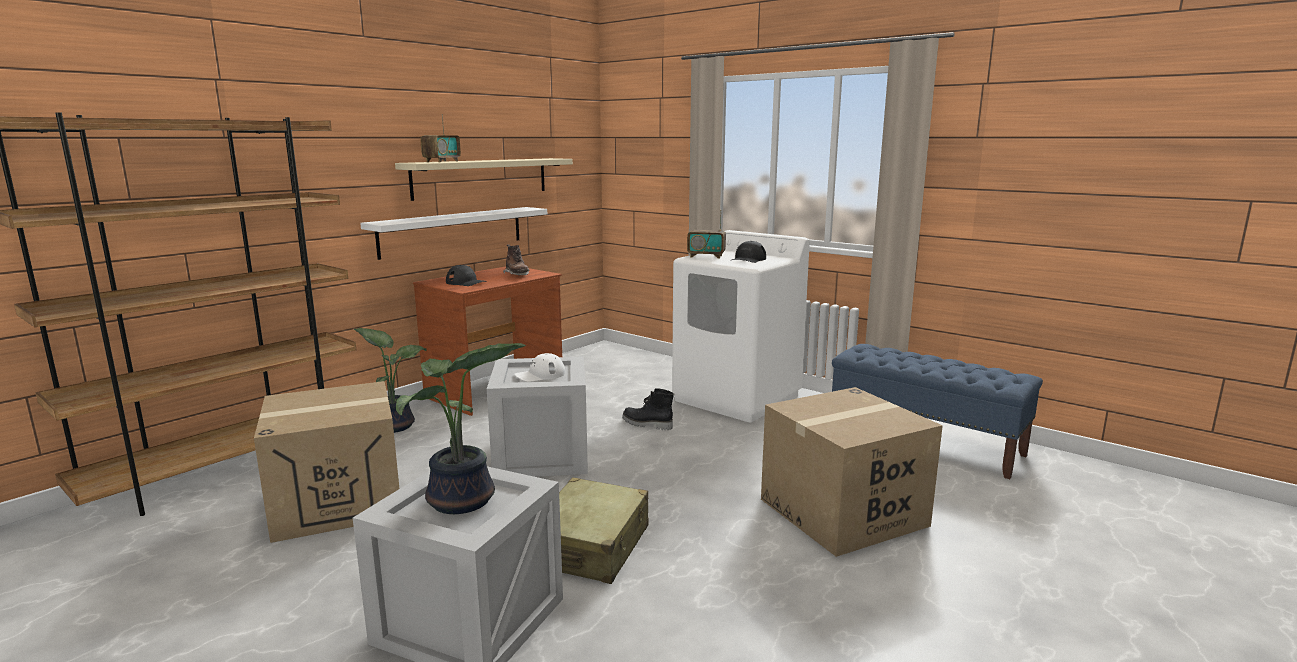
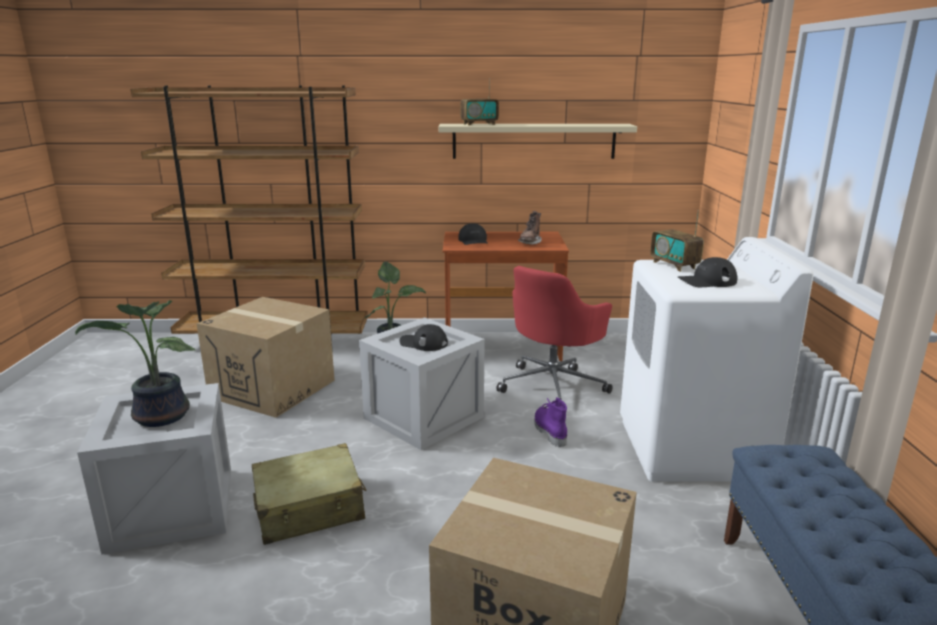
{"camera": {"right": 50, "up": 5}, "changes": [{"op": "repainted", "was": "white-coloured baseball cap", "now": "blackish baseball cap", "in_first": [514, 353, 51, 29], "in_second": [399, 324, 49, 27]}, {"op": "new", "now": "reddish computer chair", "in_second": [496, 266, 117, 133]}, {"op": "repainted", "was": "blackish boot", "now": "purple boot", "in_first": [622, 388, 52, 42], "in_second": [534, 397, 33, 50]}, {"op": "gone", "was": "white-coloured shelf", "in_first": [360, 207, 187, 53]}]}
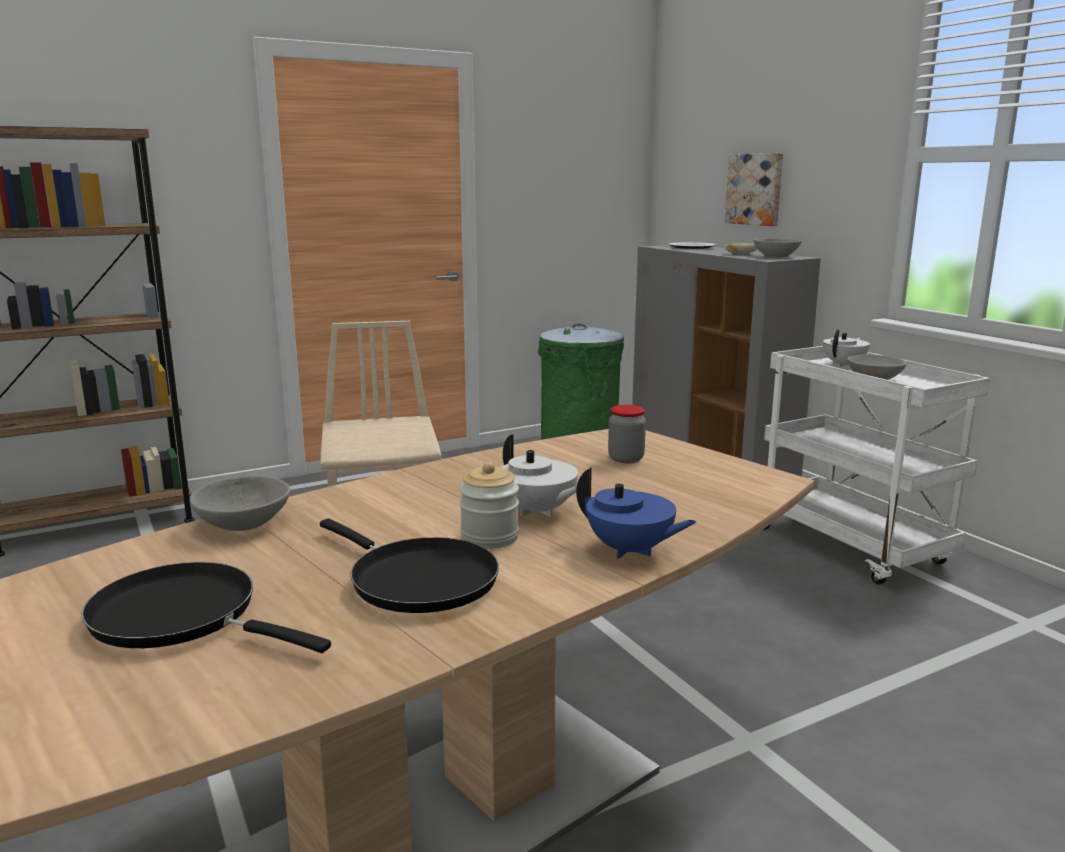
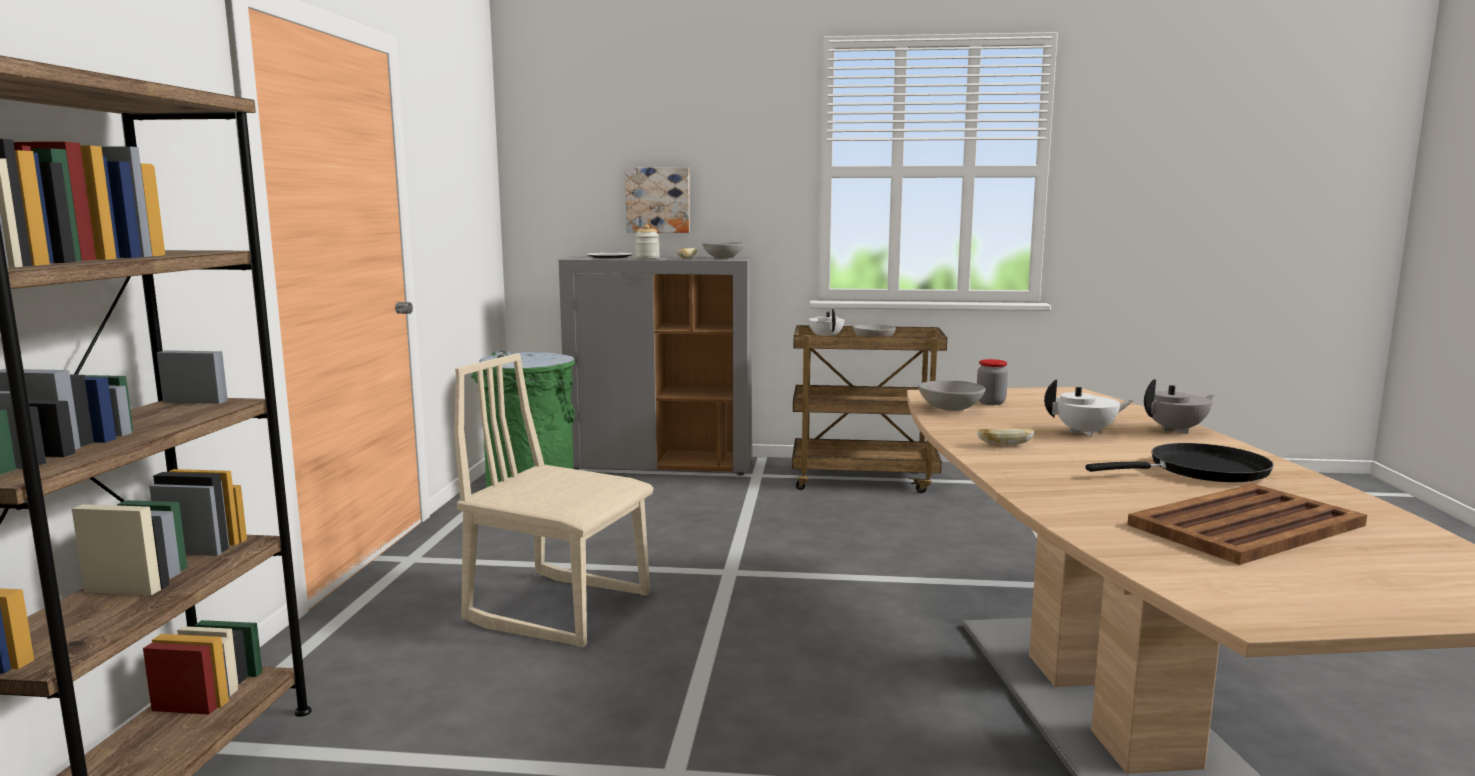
{"camera": {"right": -55, "up": -5}, "changes": [{"op": "shifted", "was": "preserve jar", "in_first": [459, 462, 60, 87], "in_second": [635, 225, 25, 34]}, {"op": "repainted", "was": "white-coloured cart", "now": "brownish cart", "in_first": [763, 346, 227, 239], "in_second": [792, 325, 155, 168]}, {"op": "shifted", "was": "grey deep dish", "in_first": [190, 476, 101, 55], "in_second": [918, 381, 67, 30]}, {"op": "new", "now": "bread", "in_second": [977, 428, 57, 18]}, {"op": "swapped", "was": "blackish skillet", "now": "brownish serving tray", "in_first": [82, 562, 249, 91], "in_second": [1127, 484, 240, 81]}, {"op": "repainted", "was": "blue-coloured tea pot", "now": "grey tea pot", "in_first": [576, 467, 121, 92], "in_second": [1144, 379, 70, 55]}]}
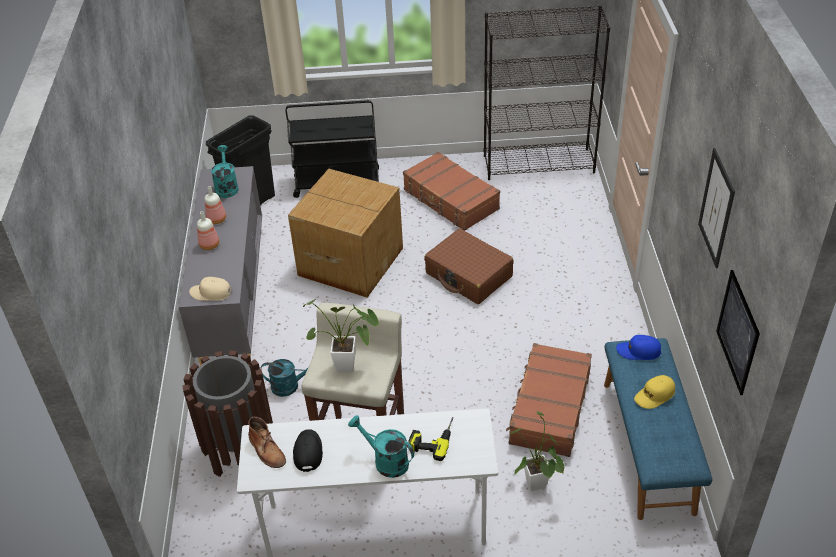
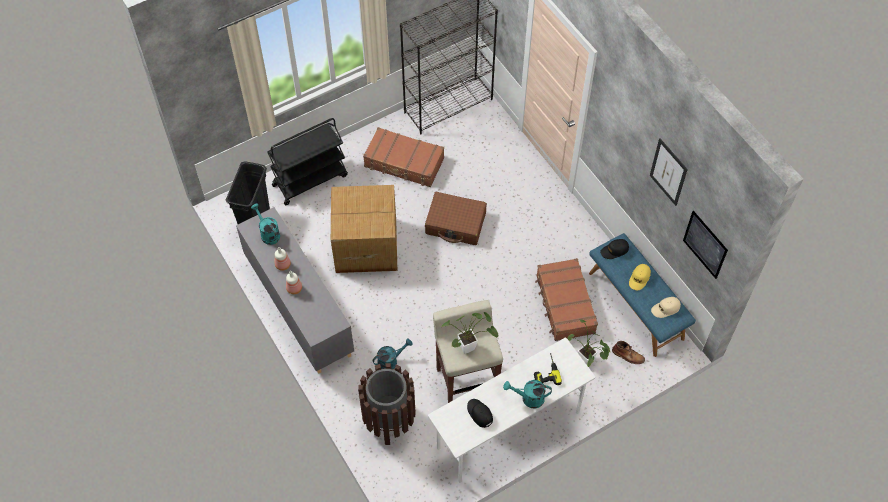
{"camera": {"right": -30, "up": 15}, "changes": [{"op": "repainted", "was": "blue-coloured baseball cap", "now": "blackish baseball cap", "in_first": [616, 335, 45, 25], "in_second": [600, 239, 29, 20]}, {"op": "shifted", "was": "brownish boot", "in_first": [248, 417, 38, 51], "in_second": [612, 341, 33, 23]}, {"op": "shifted", "was": "beige baseball cap", "in_first": [189, 277, 42, 24], "in_second": [651, 297, 30, 21]}]}
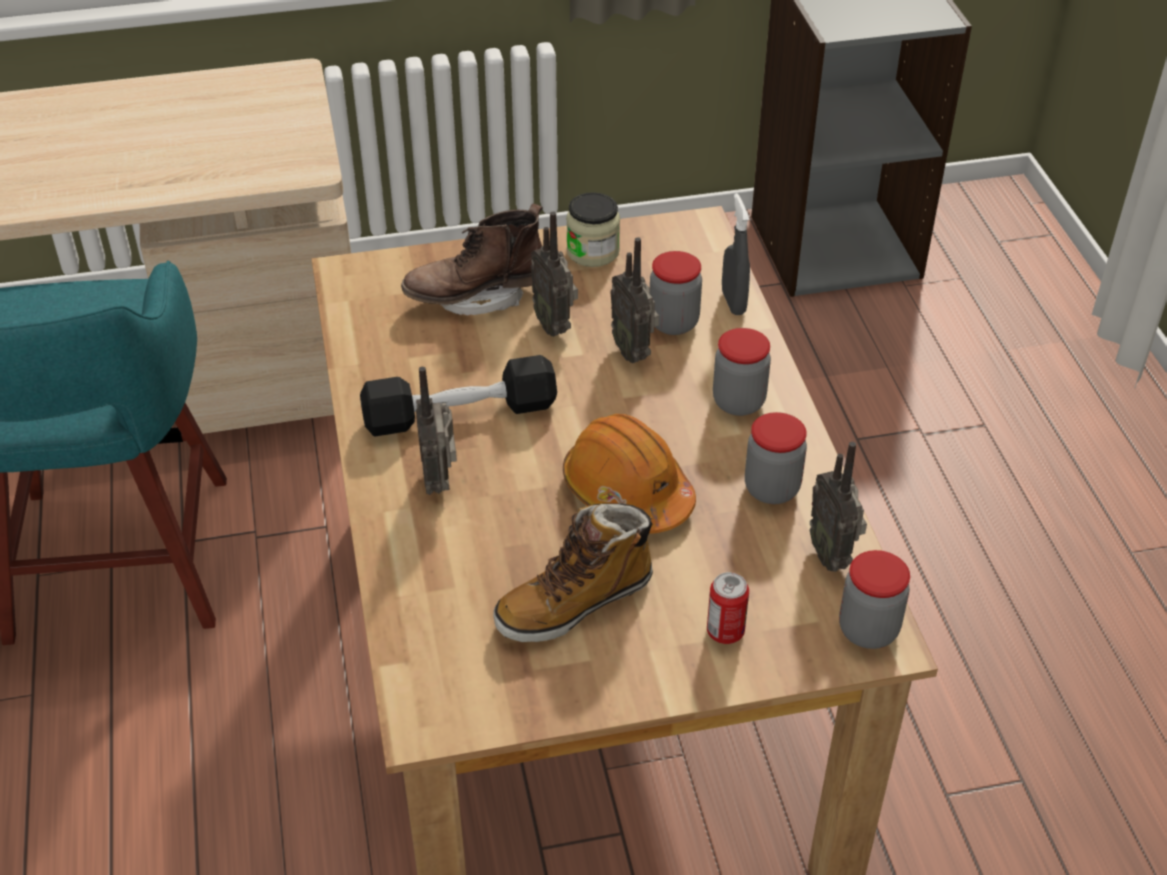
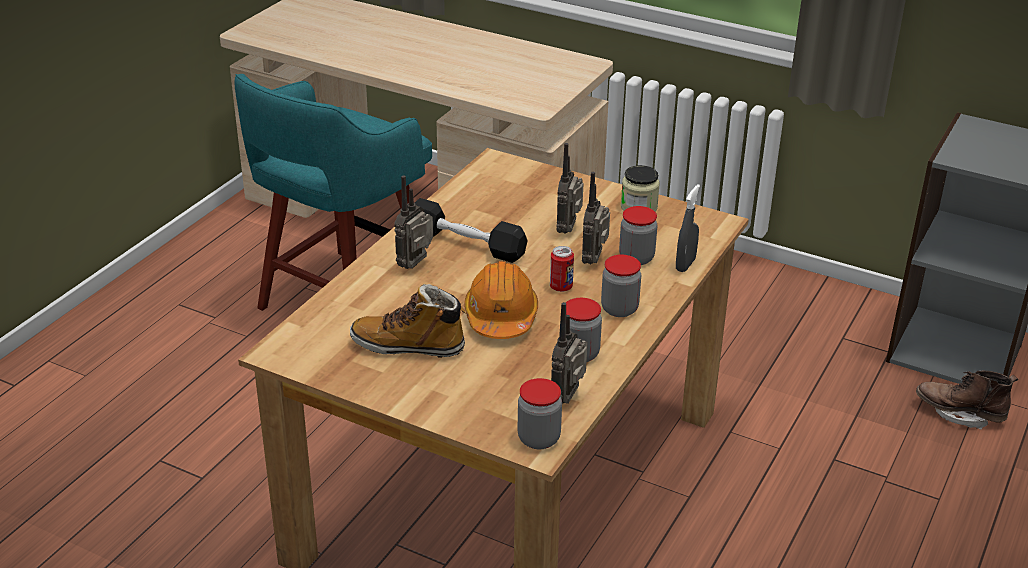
{"camera": {"right": 40, "up": -10}, "changes": [{"op": "shifted", "was": "metal can", "in_first": [707, 572, 42, 72], "in_second": [550, 246, 24, 46]}, {"op": "shifted", "was": "brownish boot", "in_first": [401, 203, 142, 113], "in_second": [916, 371, 102, 59]}]}
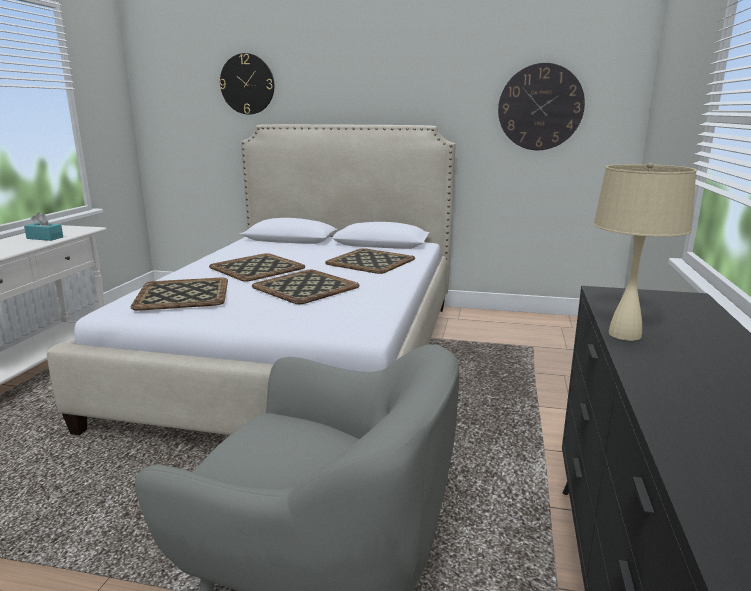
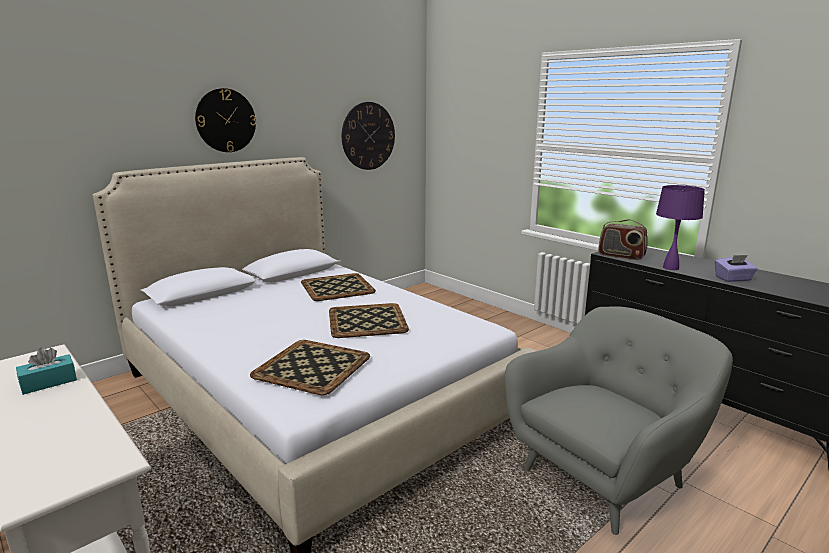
{"camera": {"right": -55, "up": 0}, "changes": [{"op": "shifted", "was": "hanging clock", "in_first": [219, 53, 55, 62], "in_second": [195, 88, 61, 64]}, {"op": "new", "now": "radio", "in_second": [598, 219, 50, 41]}, {"op": "repainted", "was": "beige lamp for a table", "now": "purple lamp for a table", "in_first": [593, 163, 104, 178], "in_second": [656, 185, 49, 85]}, {"op": "new", "now": "purple tissue holder", "in_second": [715, 255, 43, 27]}, {"op": "gone", "was": "serving tray", "in_first": [209, 253, 96, 29]}]}
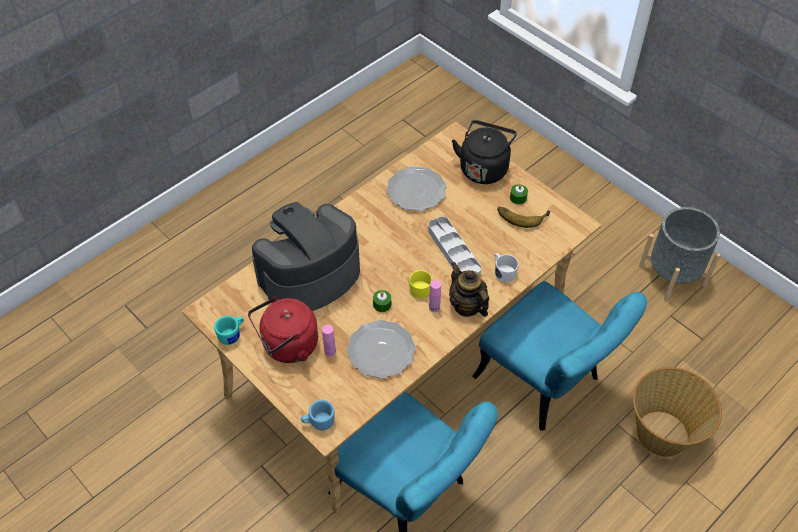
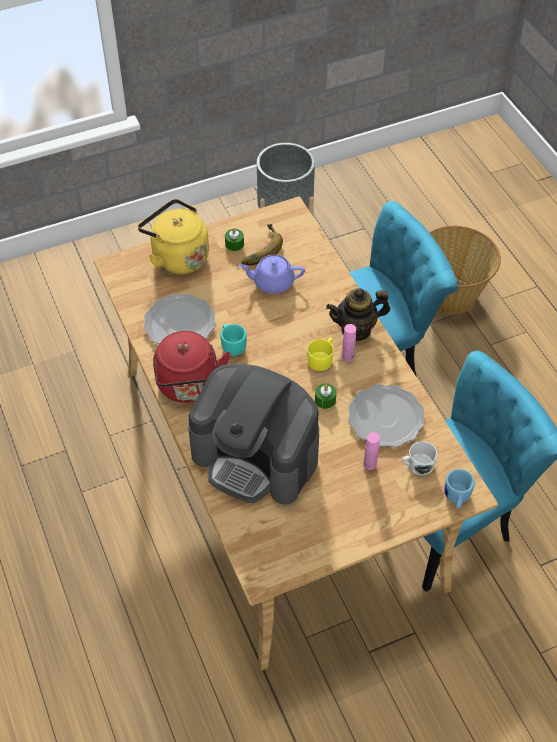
{"camera": {"right": -70, "up": 0}, "changes": [{"op": "repainted", "was": "blackish tea kettle", "now": "yellowish tea kettle", "in_first": [452, 120, 65, 64], "in_second": [138, 199, 71, 76]}, {"op": "shifted", "was": "reddish tea kettle", "in_first": [248, 297, 70, 66], "in_second": [153, 331, 77, 72]}, {"op": "rotated", "was": "coffee brewer", "in_first": [252, 202, 108, 109], "in_second": [188, 364, 131, 141], "clockwise": -45}, {"op": "shifted", "was": "turquoise-coloured coffee mug", "in_first": [214, 316, 30, 29], "in_second": [220, 324, 27, 32]}, {"op": "new", "now": "purple tea pot", "in_second": [238, 255, 67, 39]}, {"op": "shifted", "was": "white-coloured coffee mug", "in_first": [495, 253, 24, 29], "in_second": [402, 441, 35, 34]}, {"op": "gone", "was": "grey serving tray", "in_first": [428, 216, 53, 59]}]}
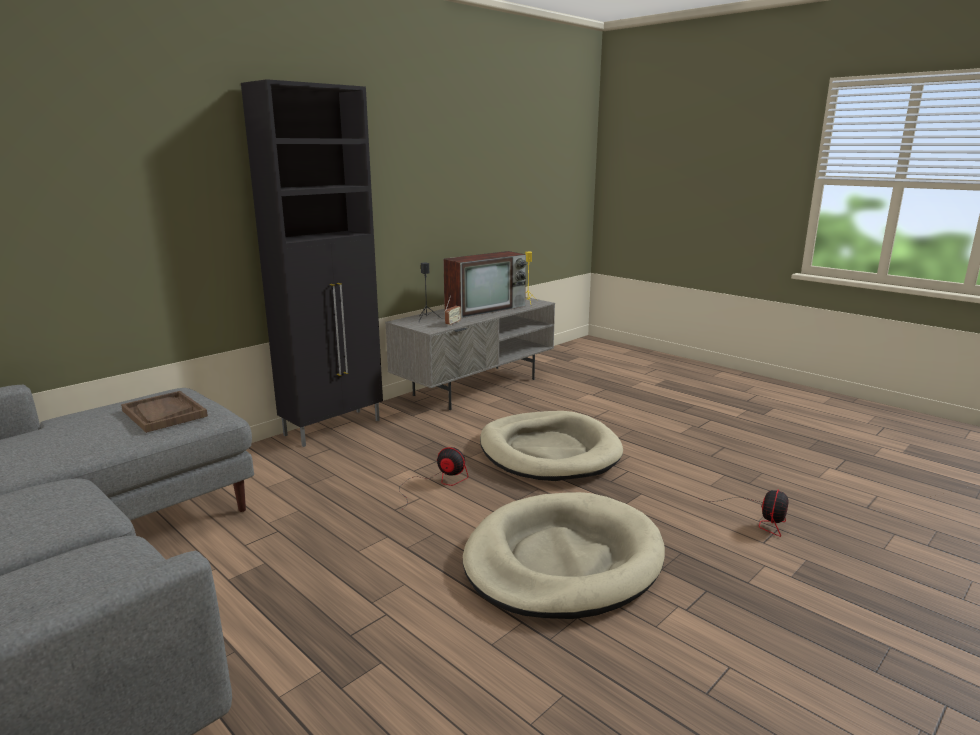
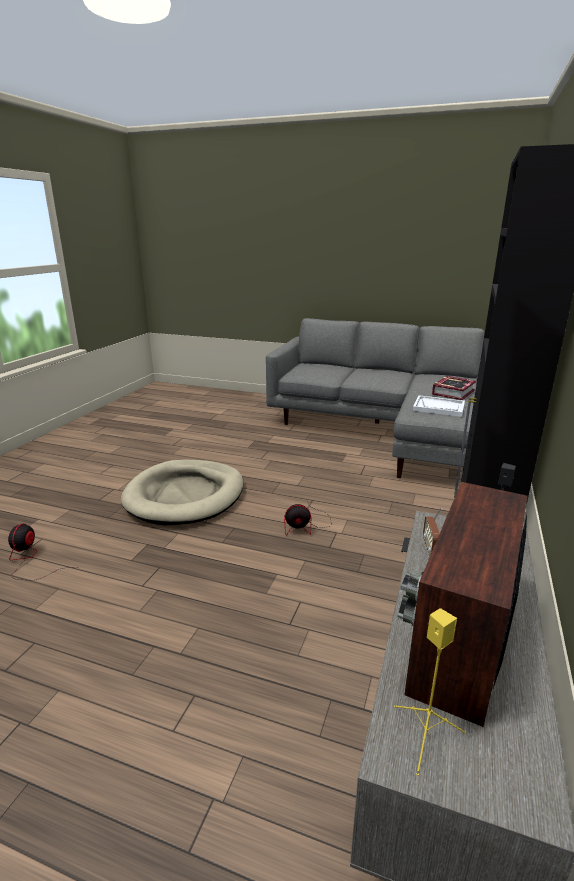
{"camera": {"right": 155, "up": 5}, "changes": [{"op": "repainted", "was": "brownish serving tray", "now": "white-coloured serving tray", "in_first": [121, 391, 87, 42], "in_second": [413, 395, 52, 22]}, {"op": "new", "now": "book", "in_second": [432, 376, 44, 24]}, {"op": "gone", "was": "beige dog cushion", "in_first": [480, 411, 143, 70]}]}
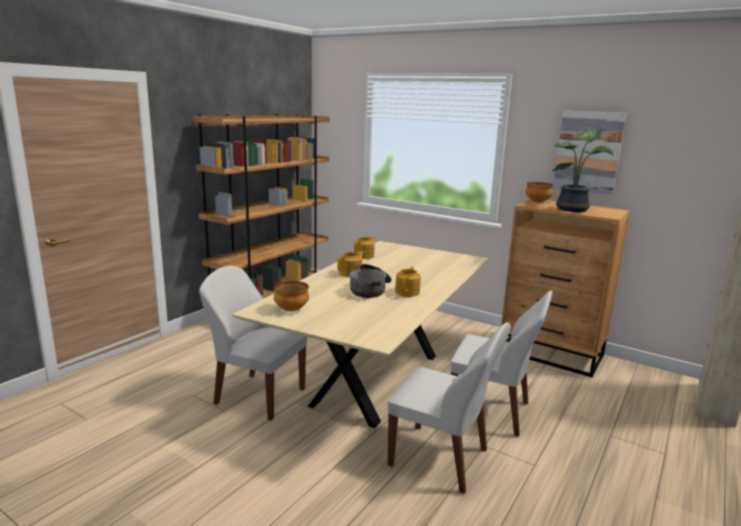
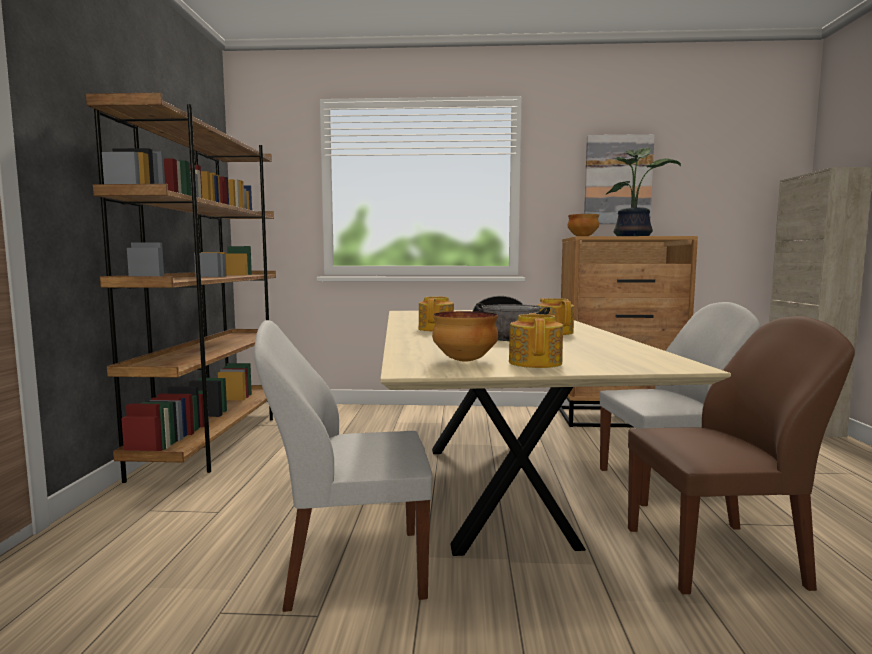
{"camera": {"right": -30, "up": -10}, "changes": [{"op": "shifted", "was": "tea pot", "in_first": [354, 236, 21, 23], "in_second": [509, 313, 54, 55]}, {"op": "repainted", "was": "white-coloured chair", "now": "brownish chair", "in_first": [388, 322, 123, 172], "in_second": [628, 316, 227, 278]}]}
